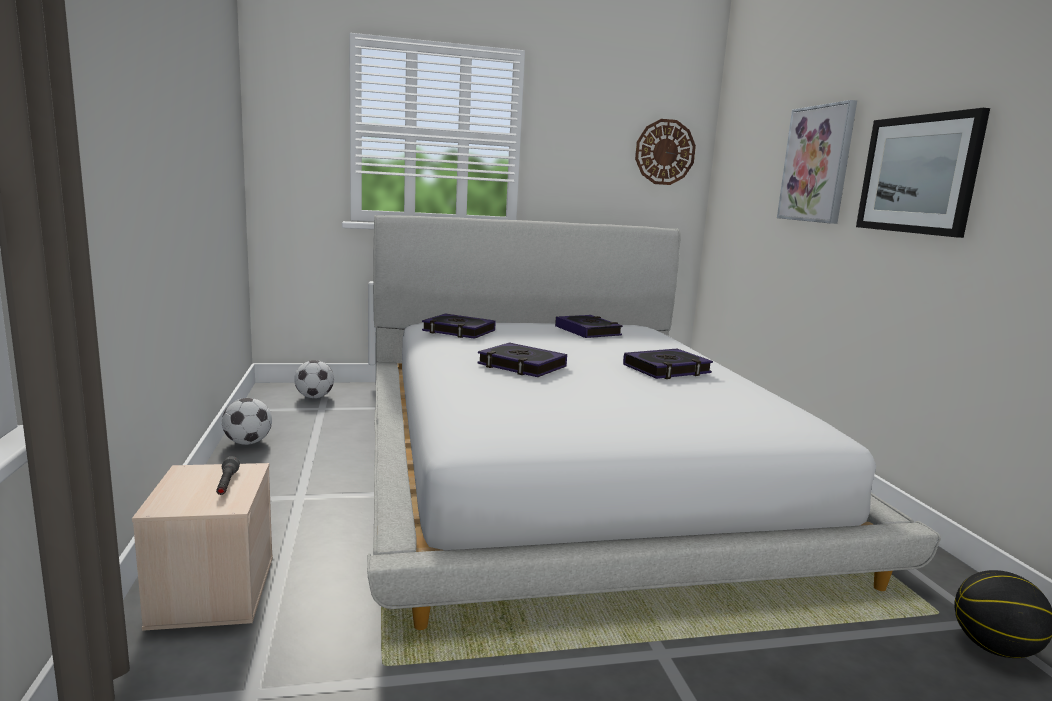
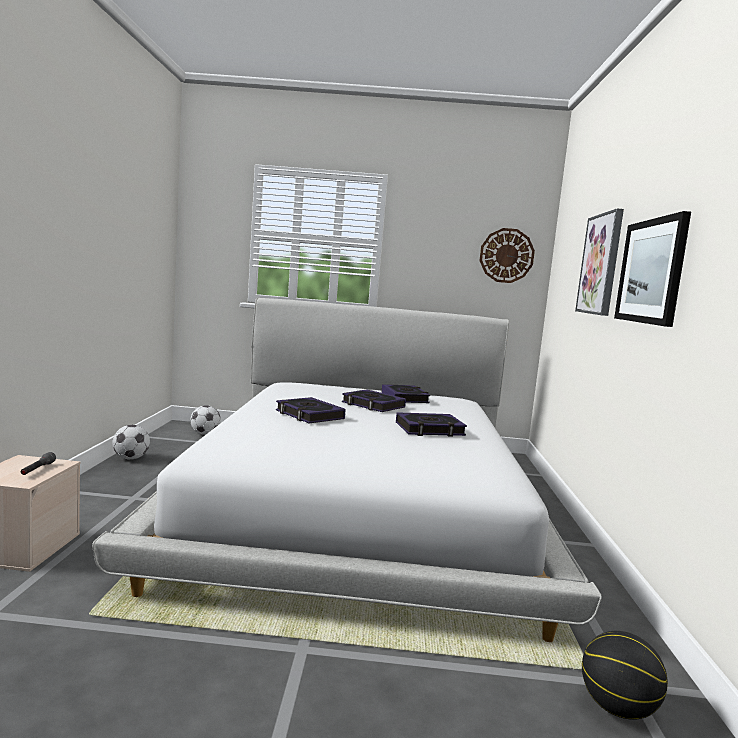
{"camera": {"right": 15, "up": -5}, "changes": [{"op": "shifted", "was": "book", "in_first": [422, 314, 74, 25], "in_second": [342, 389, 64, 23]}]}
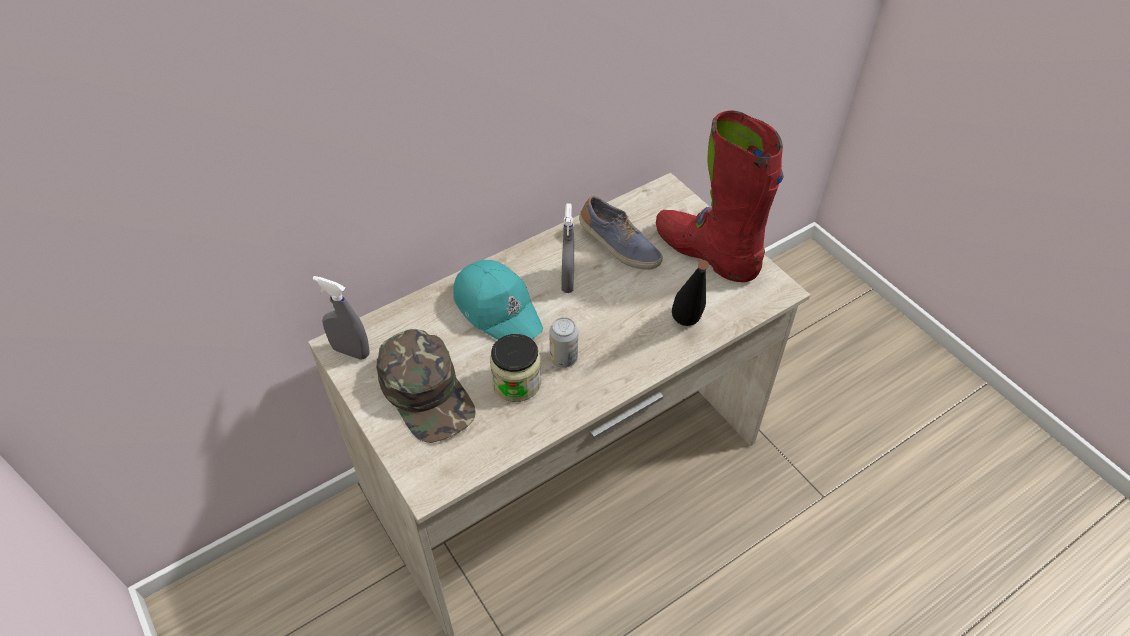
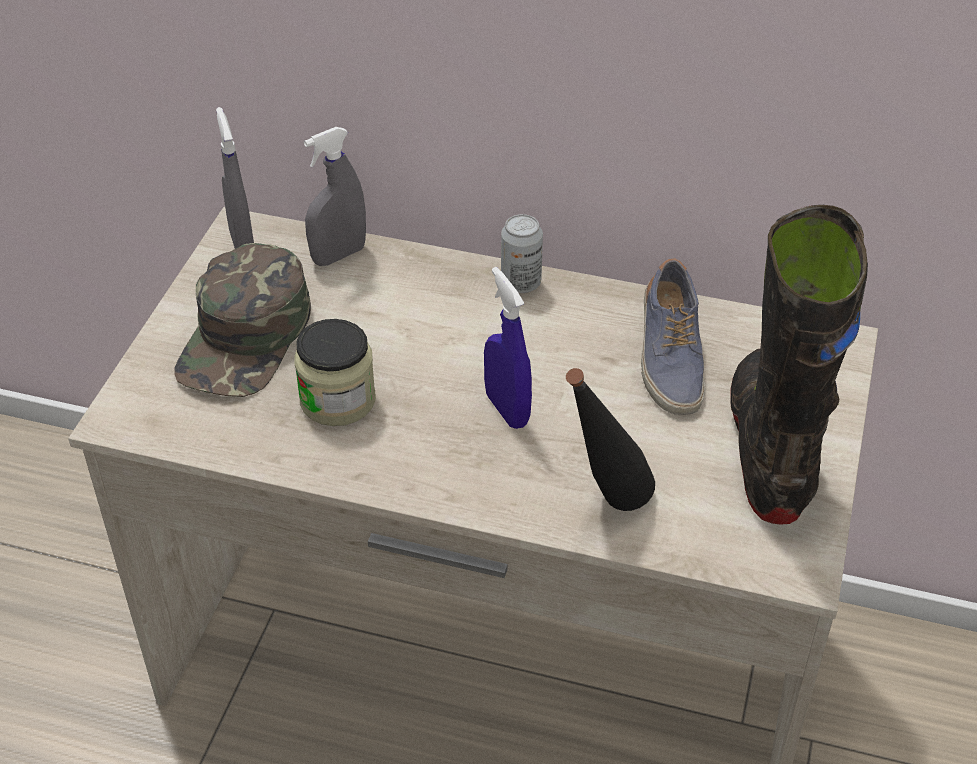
{"camera": {"right": 50, "up": -5}, "changes": [{"op": "shifted", "was": "grey spray bottle", "in_first": [562, 204, 12, 89], "in_second": [304, 127, 62, 139]}, {"op": "new", "now": "blue-coloured spray bottle", "in_second": [484, 267, 48, 162]}, {"op": "shifted", "was": "metal can", "in_first": [549, 317, 29, 51], "in_second": [501, 214, 42, 79]}, {"op": "repainted", "was": "reddish boot", "now": "blackish boot", "in_first": [656, 110, 128, 172], "in_second": [730, 205, 138, 320]}, {"op": "gone", "was": "turquoise-coloured baseball cap", "in_first": [453, 260, 90, 80]}]}
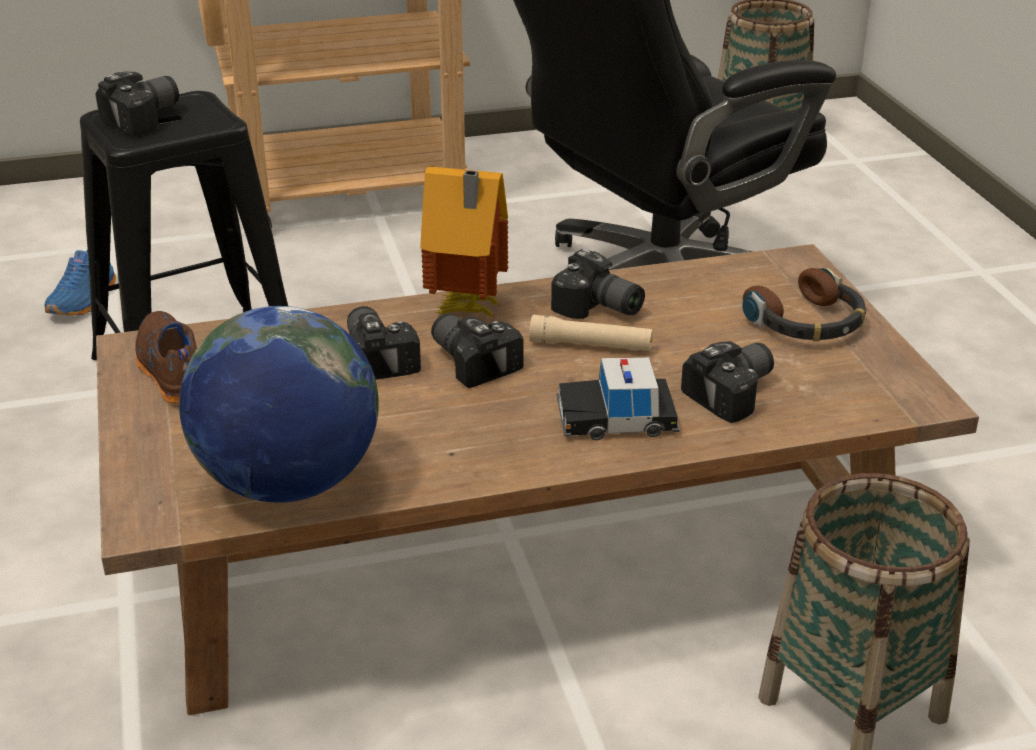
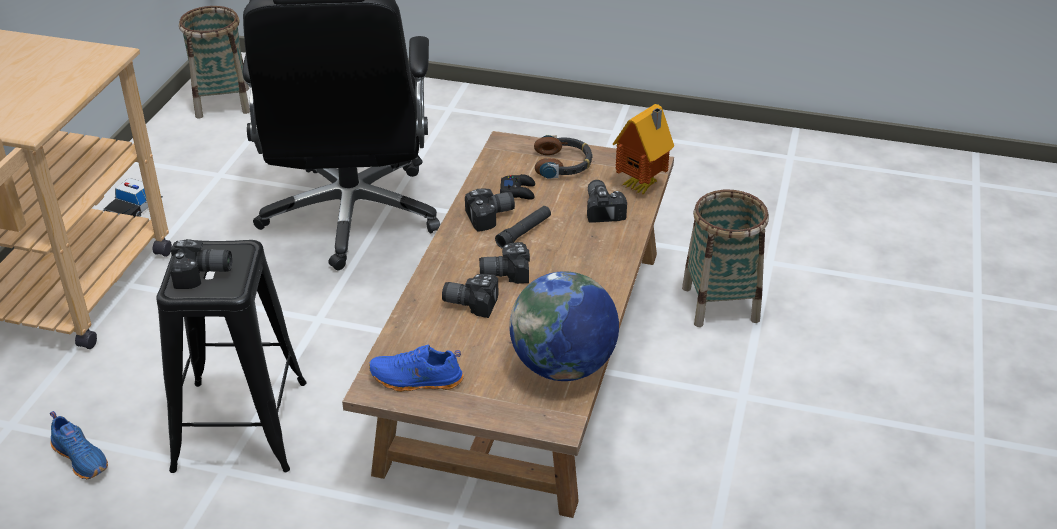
{"camera": {"right": -60, "up": 5}, "changes": [{"op": "shifted", "was": "miniature car", "in_first": [557, 357, 123, 83], "in_second": [103, 178, 60, 39]}, {"op": "rotated", "was": "still camera", "in_first": [96, 72, 83, 64], "in_second": [170, 239, 62, 50], "clockwise": 105}, {"op": "repainted", "was": "brownish item of footwear", "now": "blue-coloured item of footwear", "in_first": [135, 311, 62, 93], "in_second": [369, 345, 95, 47]}, {"op": "repainted", "was": "beige torch", "now": "blackish torch", "in_first": [529, 315, 124, 36], "in_second": [495, 206, 56, 43]}, {"op": "new", "now": "blackish gamepad", "in_second": [500, 174, 35, 25]}, {"op": "shifted", "was": "toy house", "in_first": [420, 166, 88, 151], "in_second": [613, 104, 61, 90]}]}
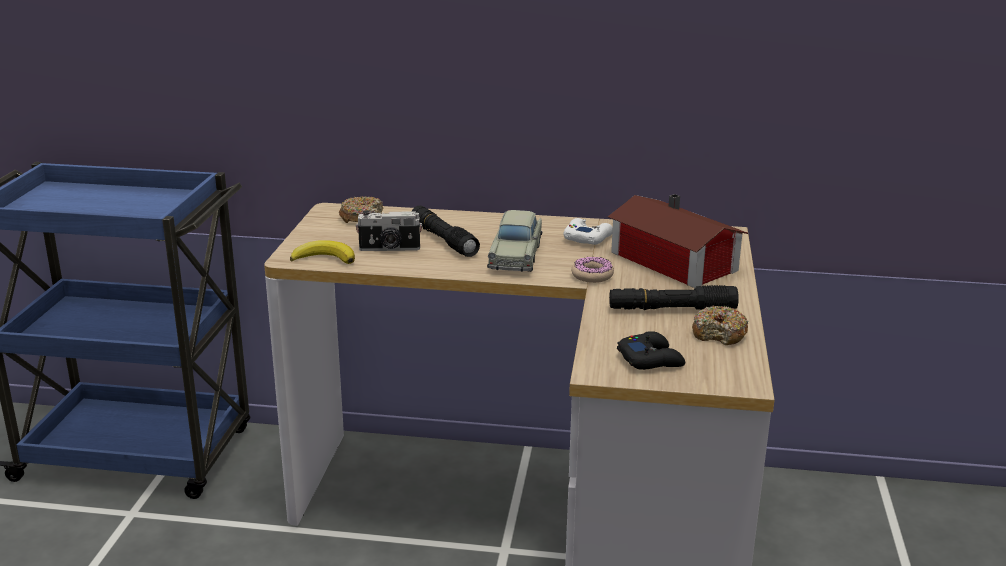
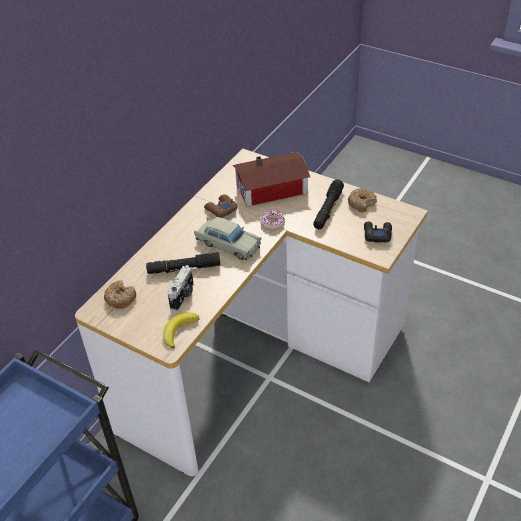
{"camera": {"right": -65, "up": 20}, "changes": [{"op": "repainted", "was": "white-coloured gamepad", "now": "brownish gamepad", "in_first": [564, 218, 49, 27], "in_second": [204, 194, 33, 24]}]}
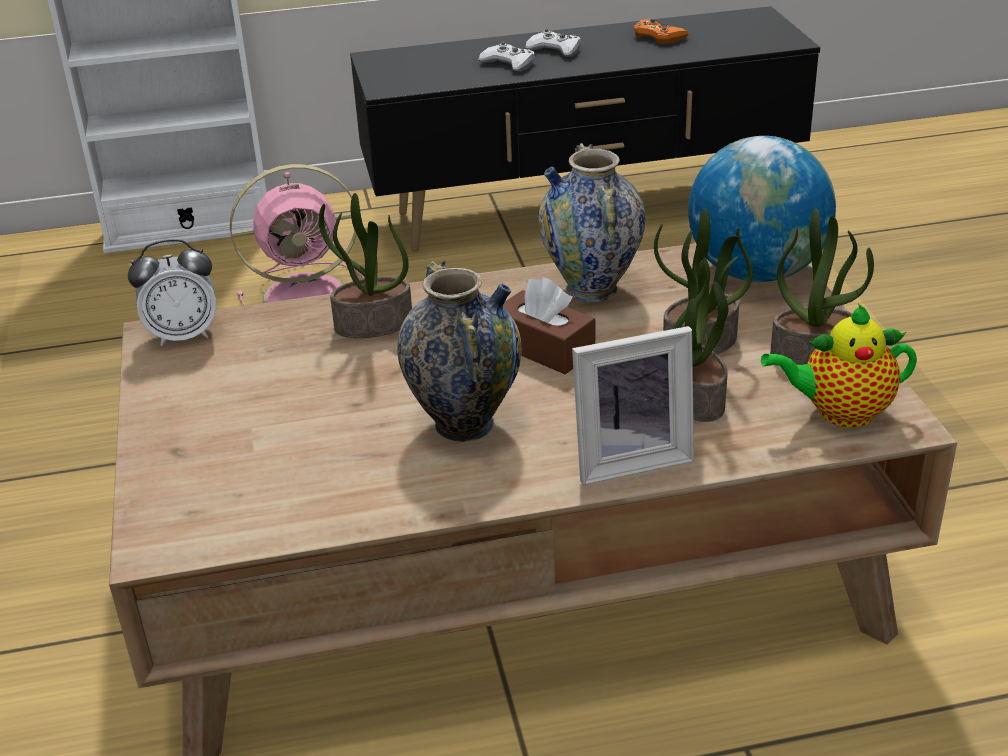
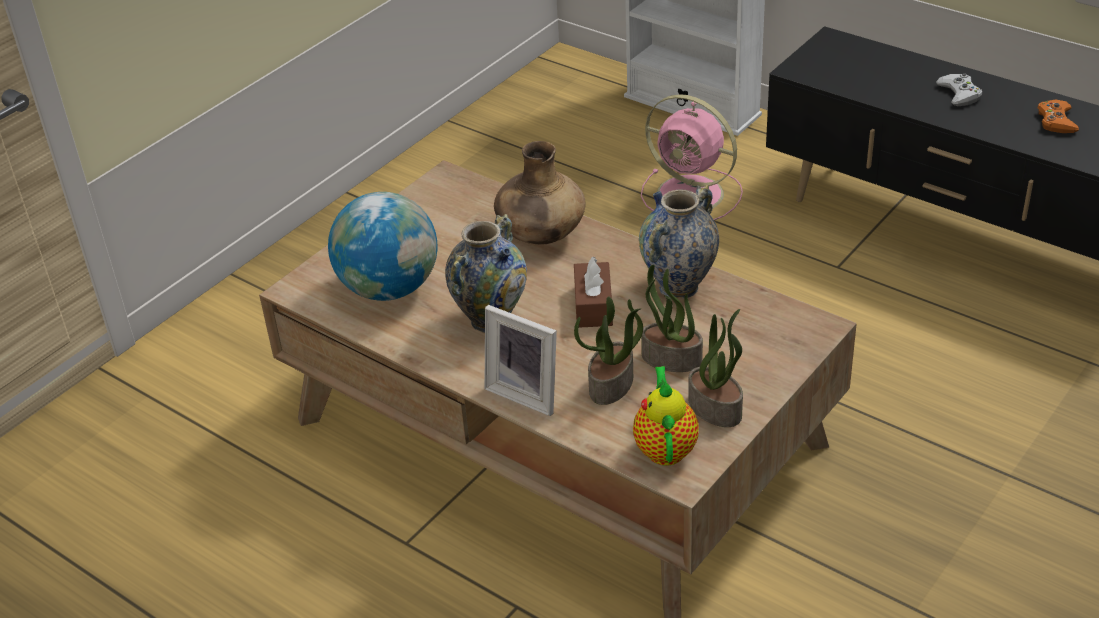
{"camera": {"right": 50, "up": 5}, "changes": [{"op": "shifted", "was": "desk globe", "in_first": [688, 136, 148, 146], "in_second": [328, 192, 110, 109]}, {"op": "swapped", "was": "houseplant", "now": "brownish decorative vase", "in_first": [318, 193, 94, 145], "in_second": [494, 141, 92, 104]}, {"op": "rotated", "was": "tea pot", "in_first": [761, 304, 156, 123], "in_second": [633, 366, 66, 100], "clockwise": 45}, {"op": "gone", "was": "bedside clock", "in_first": [128, 239, 88, 107]}, {"op": "gone", "was": "white-coloured gamepad", "in_first": [478, 42, 57, 29]}]}
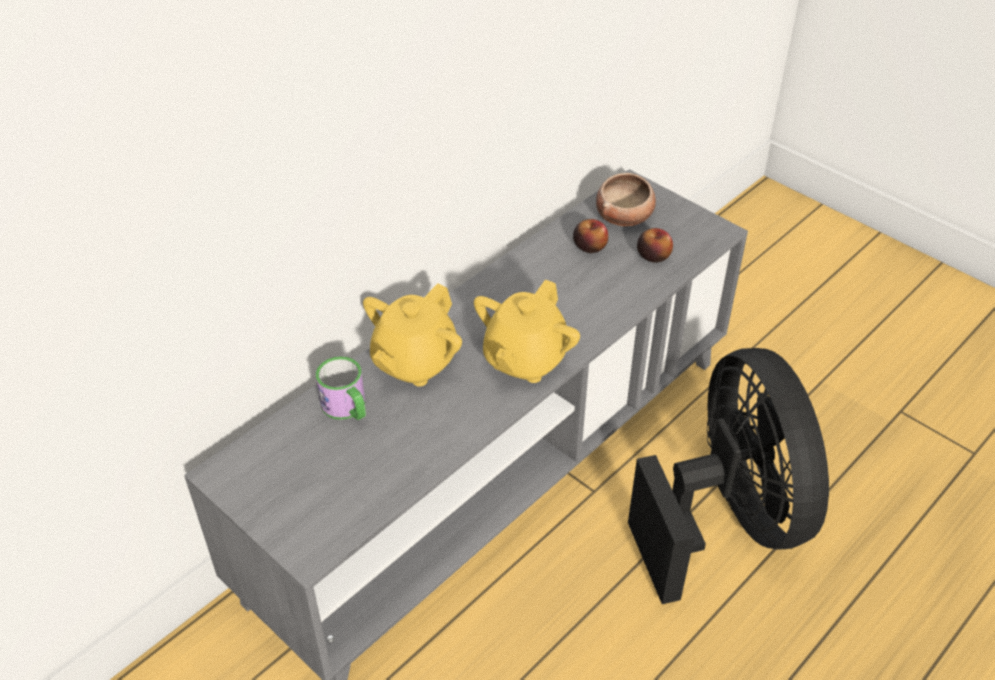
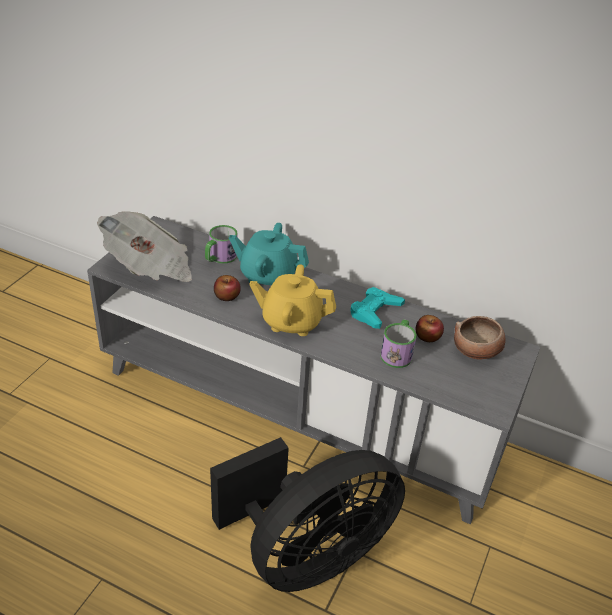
{"camera": {"right": 70, "up": -5}, "changes": [{"op": "new", "now": "newspaper", "in_second": [97, 211, 95, 71]}, {"op": "shifted", "was": "whole apple", "in_first": [637, 228, 36, 35], "in_second": [214, 275, 27, 26]}, {"op": "repainted", "was": "yellowish tea pot", "now": "turquoise-coloured tea pot", "in_first": [363, 283, 99, 104], "in_second": [229, 223, 80, 62]}, {"op": "new", "now": "turquoise-coloured gamepad", "in_second": [350, 287, 55, 42]}, {"op": "new", "now": "coffee mug", "in_second": [380, 319, 37, 49]}]}
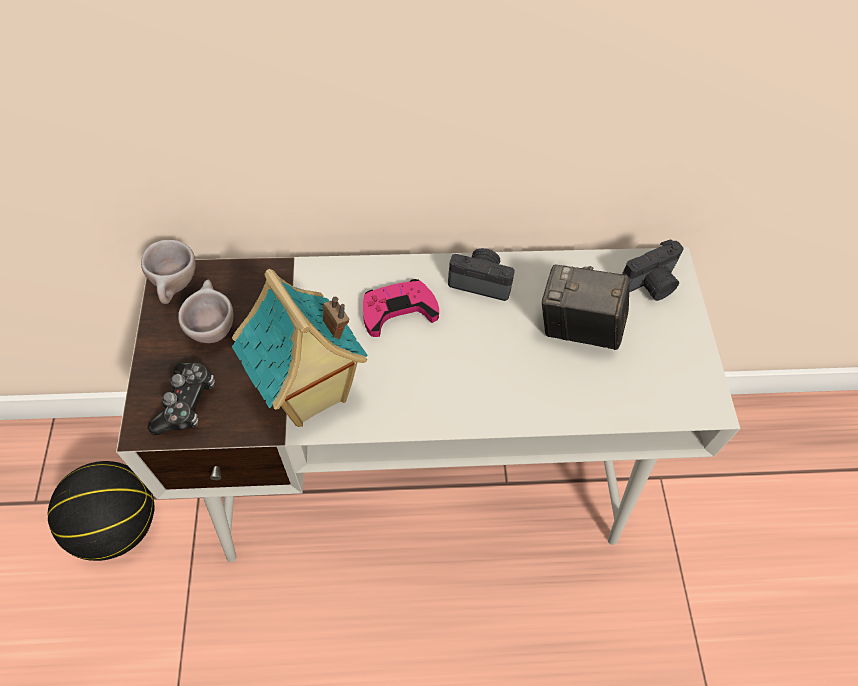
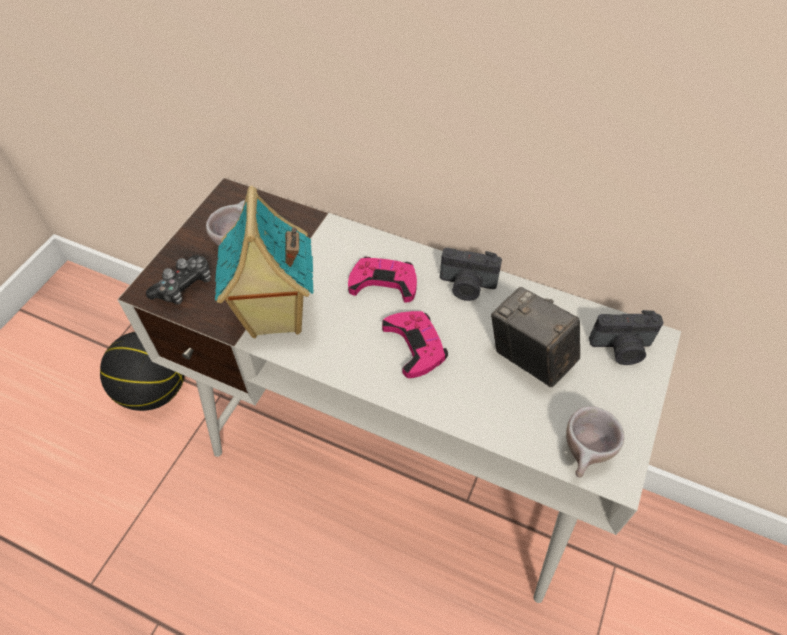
{"camera": {"right": 30, "up": -5}, "changes": [{"op": "new", "now": "pink gamepad", "in_second": [382, 311, 66, 67]}, {"op": "rotated", "was": "still camera", "in_first": [448, 248, 67, 53], "in_second": [440, 248, 62, 53], "clockwise": 150}, {"op": "shifted", "was": "beige cup", "in_first": [141, 240, 55, 64], "in_second": [566, 406, 58, 72]}]}
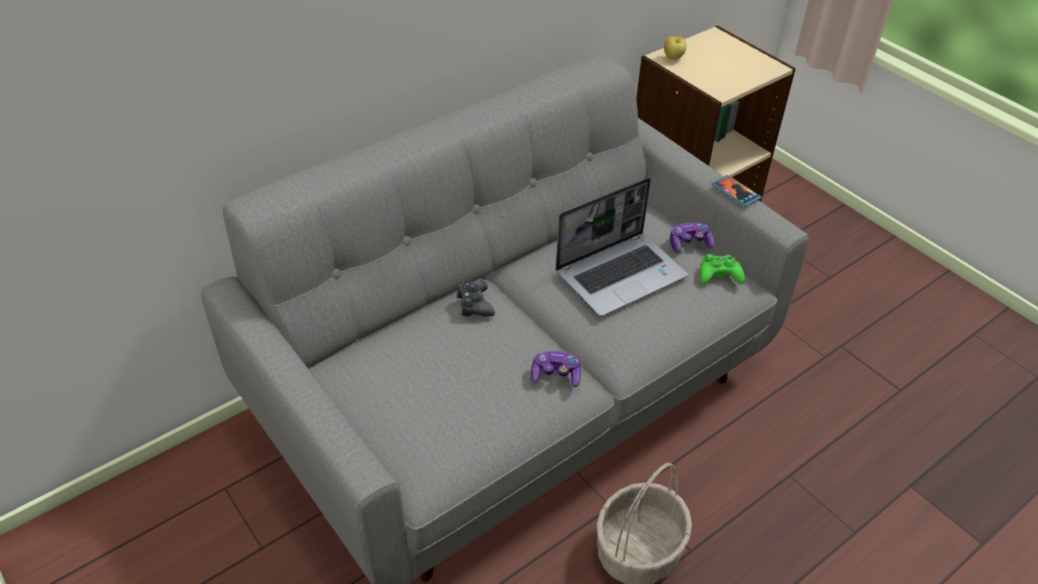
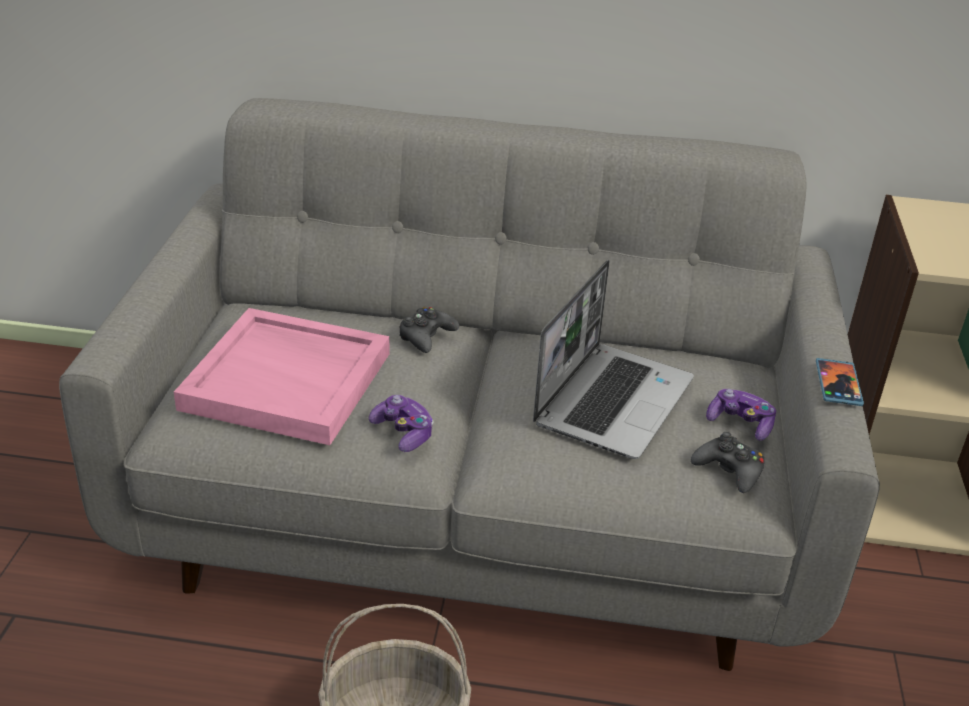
{"camera": {"right": 45, "up": -10}, "changes": [{"op": "new", "now": "pink serving tray", "in_second": [174, 308, 215, 137]}, {"op": "rotated", "was": "notebook computer", "in_first": [555, 178, 133, 138], "in_second": [533, 260, 161, 199], "clockwise": -75}, {"op": "repainted", "was": "green gamepad", "now": "blackish gamepad", "in_first": [700, 254, 45, 30], "in_second": [691, 432, 73, 61]}, {"op": "gone", "was": "whole apple", "in_first": [664, 36, 22, 24]}]}
